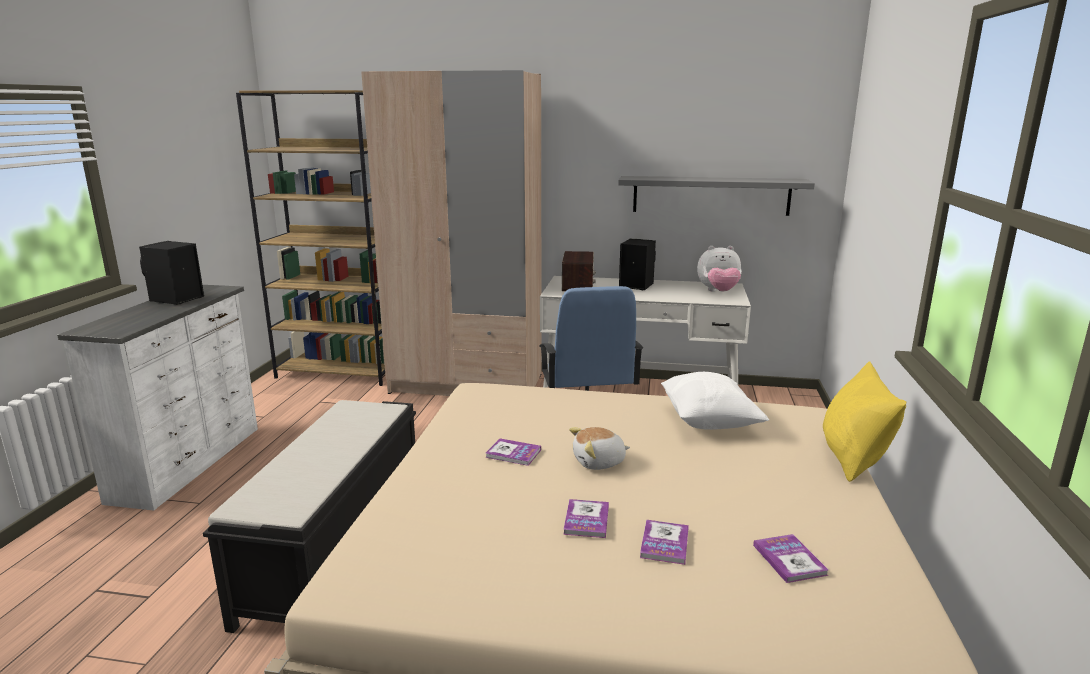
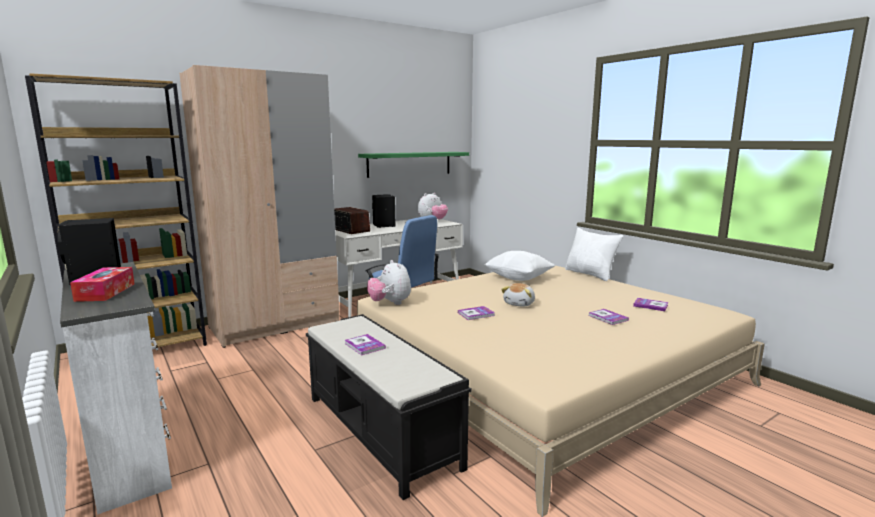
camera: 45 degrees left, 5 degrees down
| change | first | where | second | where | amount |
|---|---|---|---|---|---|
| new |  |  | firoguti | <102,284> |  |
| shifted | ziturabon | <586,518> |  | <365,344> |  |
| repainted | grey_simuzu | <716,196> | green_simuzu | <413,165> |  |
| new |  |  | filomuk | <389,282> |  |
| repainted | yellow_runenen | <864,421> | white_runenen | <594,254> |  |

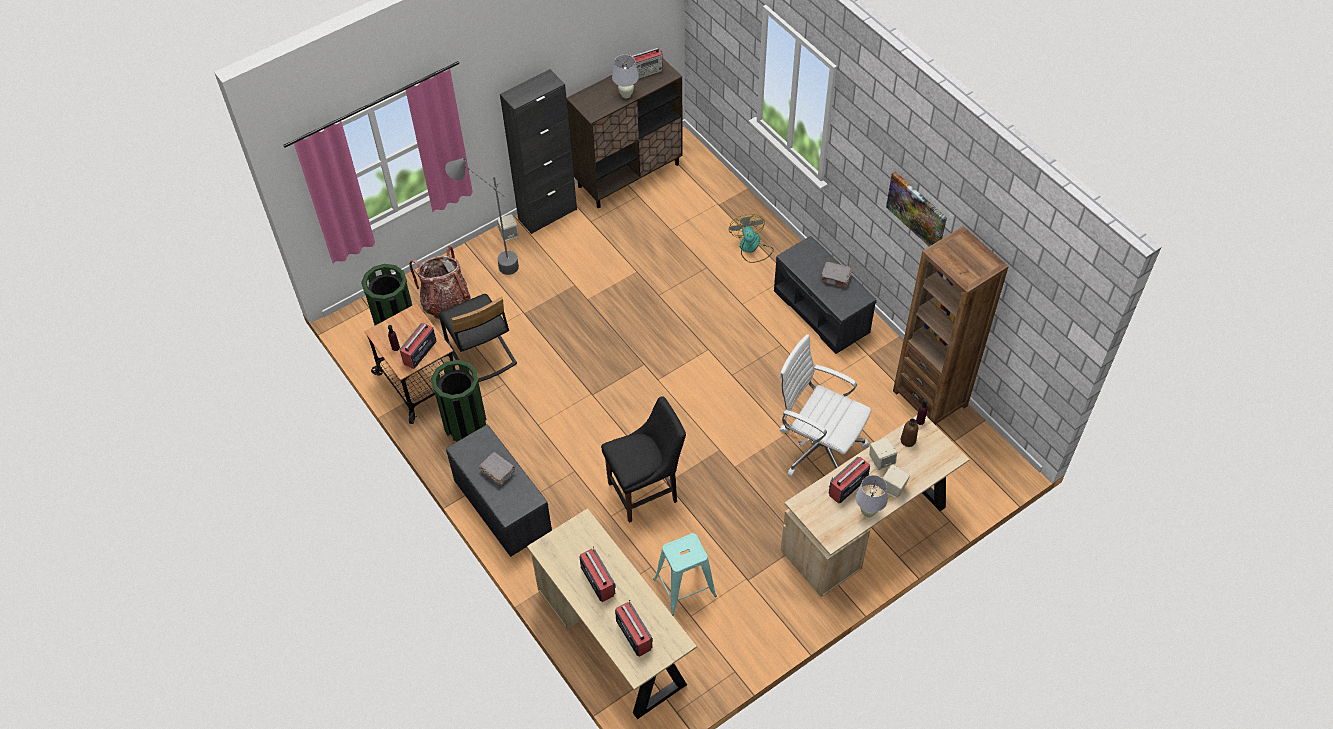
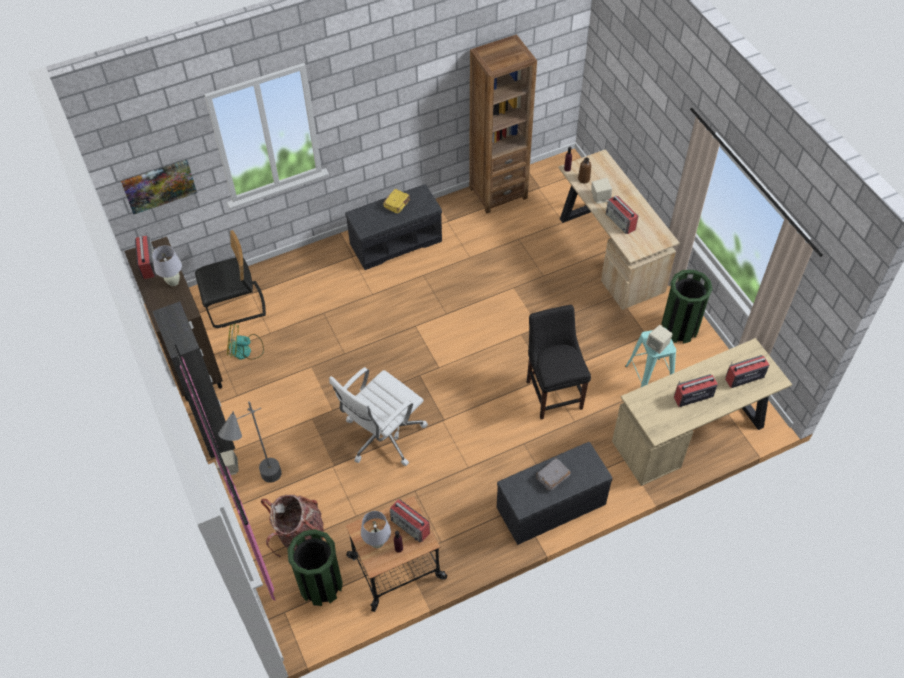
camera: 80 degrees left, 0 degrees up
| change | first | where | second | where | amount |
|---|---|---|---|---|---|
| shifted | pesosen | <916,209> |  | <159,187> |  |
| shifted | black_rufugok | <478,338> |  | <230,279> |  |
| shifted | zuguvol | <751,238> |  | <245,341> |  |
| shifted | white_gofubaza | <825,405> |  | <378,416> |  |
| shifted | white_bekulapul | <872,496> |  | <376,529> |  |
| repainted | grey_ziturabon | <836,275> | yellow_ziturabon | <396,201> |  |
| shifted | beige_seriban | <894,481> |  | <659,339> |  |
| shifted | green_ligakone | <458,400> |  | <687,306> |  |

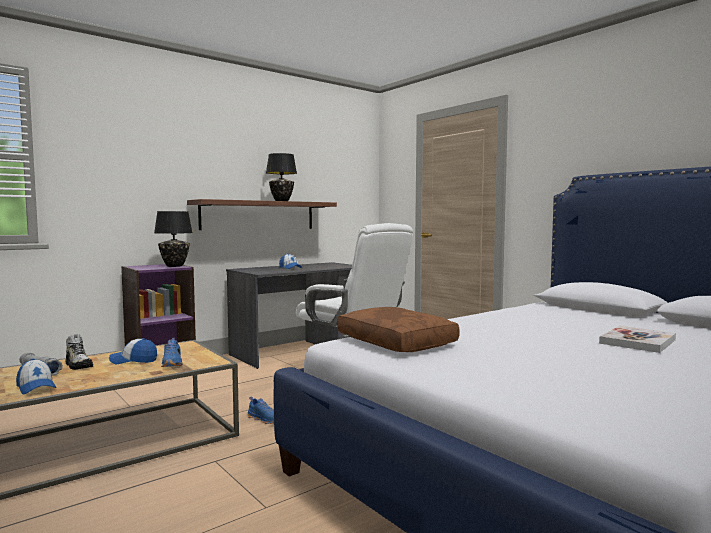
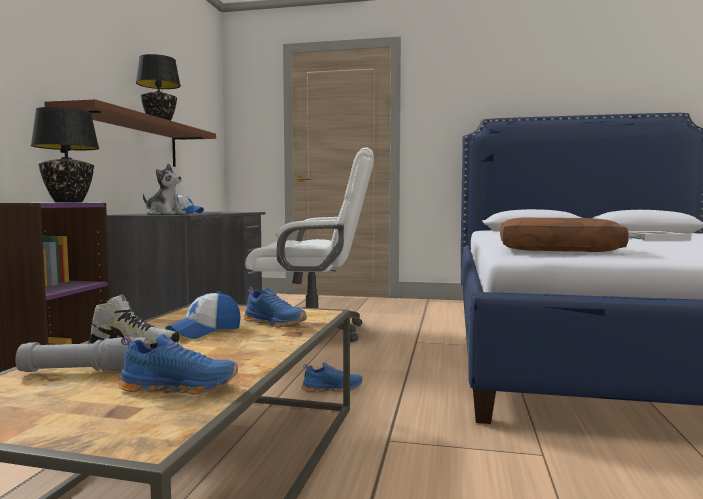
camera: 40 degrees left, 0 degrees up
| change | first | where | second | where | amount |
|---|---|---|---|---|---|
| swapped | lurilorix | <36,376> | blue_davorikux | <178,364> |  |
| new |  |  | filomuk | <164,189> |  |

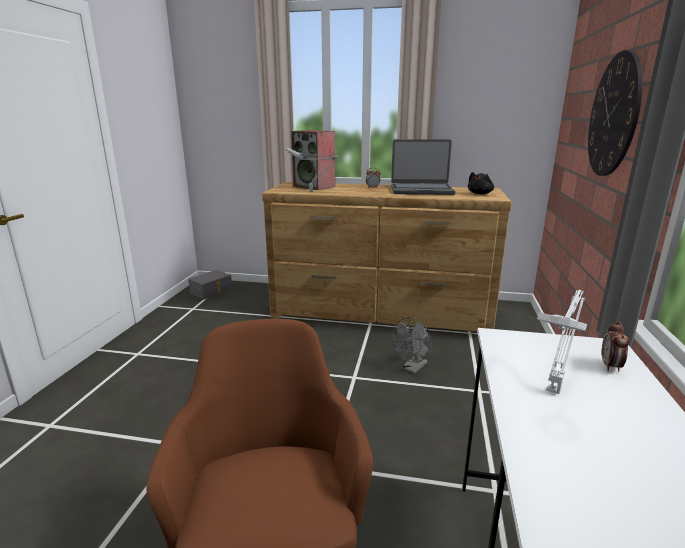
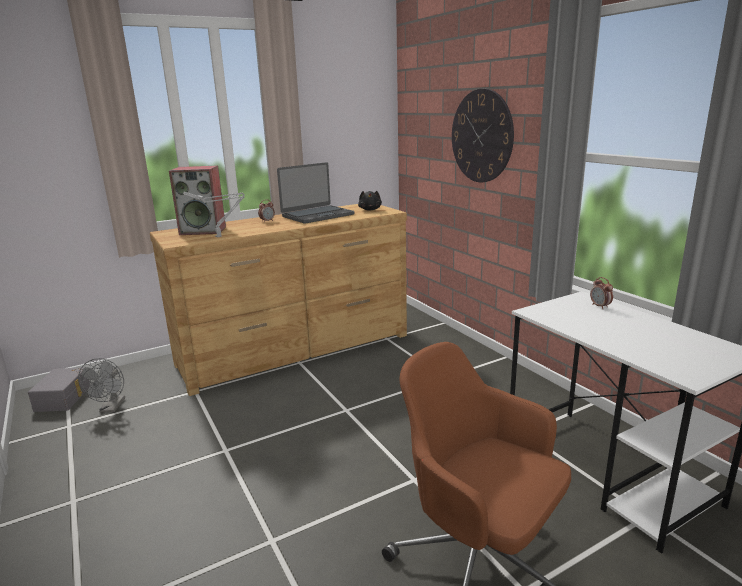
camera: 40 degrees left, 0 degrees up
| change | first | where | second | where | amount |
|---|---|---|---|---|---|
| shifted | grey_zuguvol | <412,346> |  | <101,385> |  |
| gone | white_bekulapul | <562,342> |  |  |  |

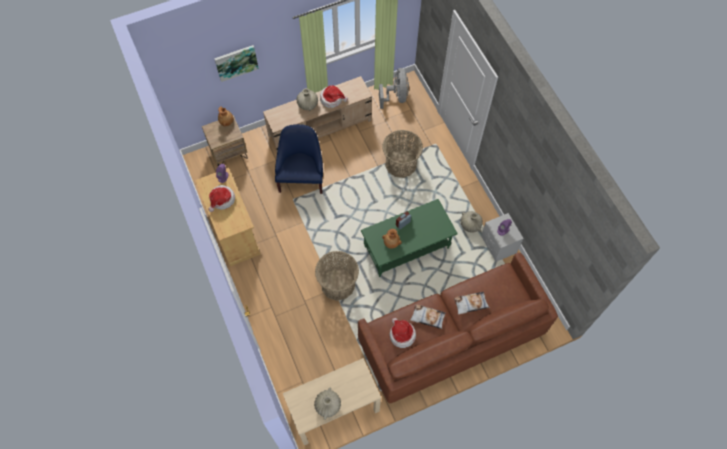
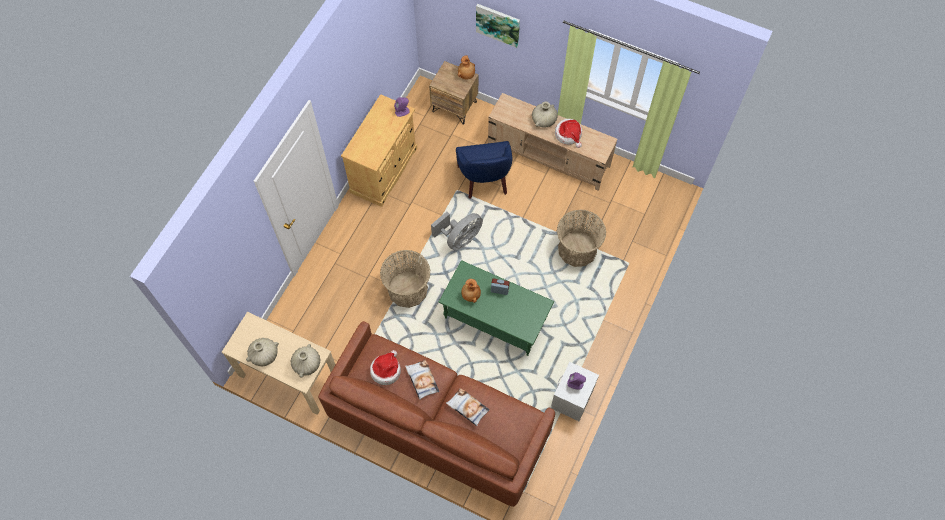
camera: 50 degrees right, 0 degrees up
| change | first | where | second | where | amount |
|---|---|---|---|---|---|
| shifted | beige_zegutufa | <472,222> |  | <306,361> |  |
| shifted | grey_zuguvol | <394,88> |  | <457,231> |  |
| rotated | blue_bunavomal | <299,159> |  | <484,170> | 120 degrees clockwise |
| gone | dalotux | <221,198> |  |  |  |

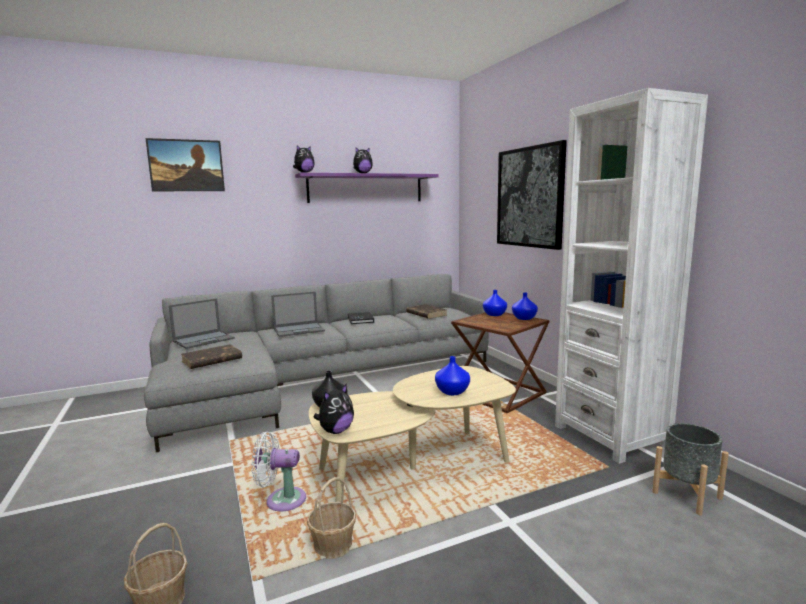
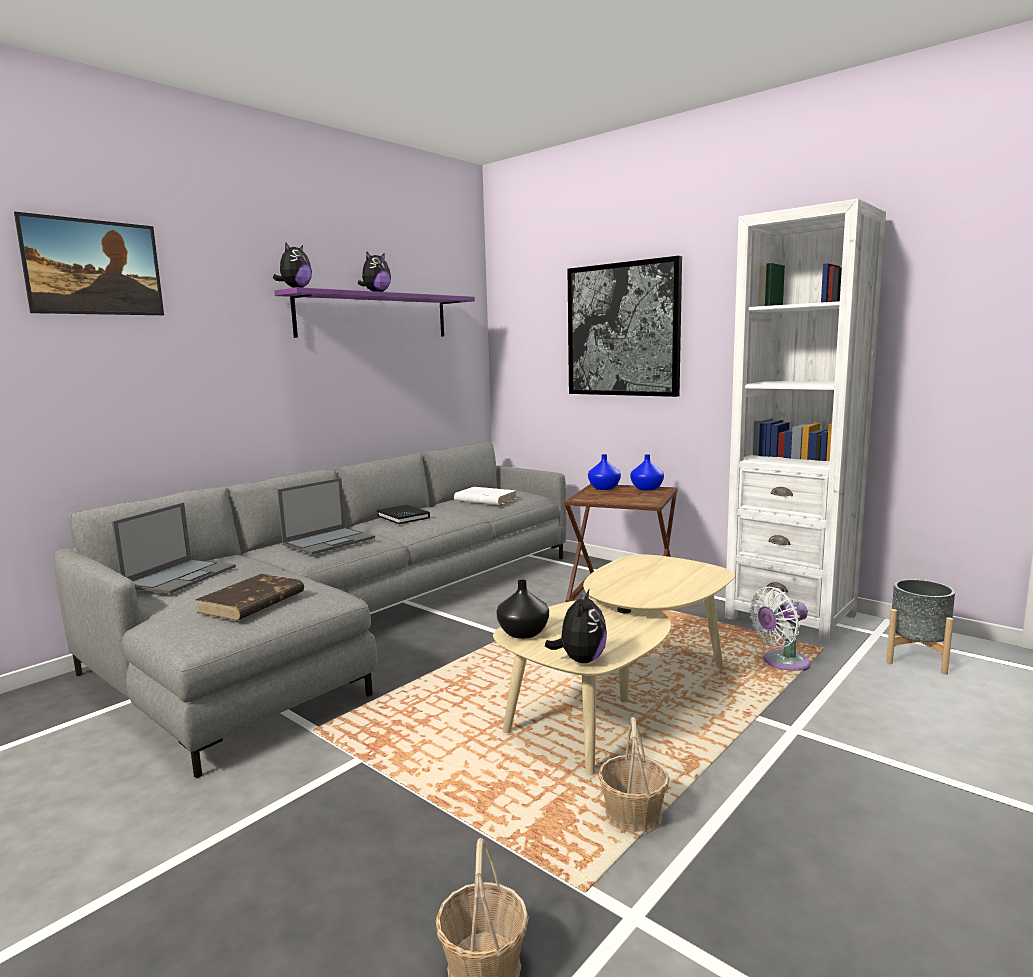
camera: 25 degrees left, 0 degrees up
| change | first | where | second | where | amount |
|---|---|---|---|---|---|
| repainted | brown_ziturabon | <426,311> | white_ziturabon | <485,496> |  |
| shifted | white_zuguvol | <278,471> |  | <779,629> |  |
| gone | blue_zegutufa | <452,375> |  |  |  |

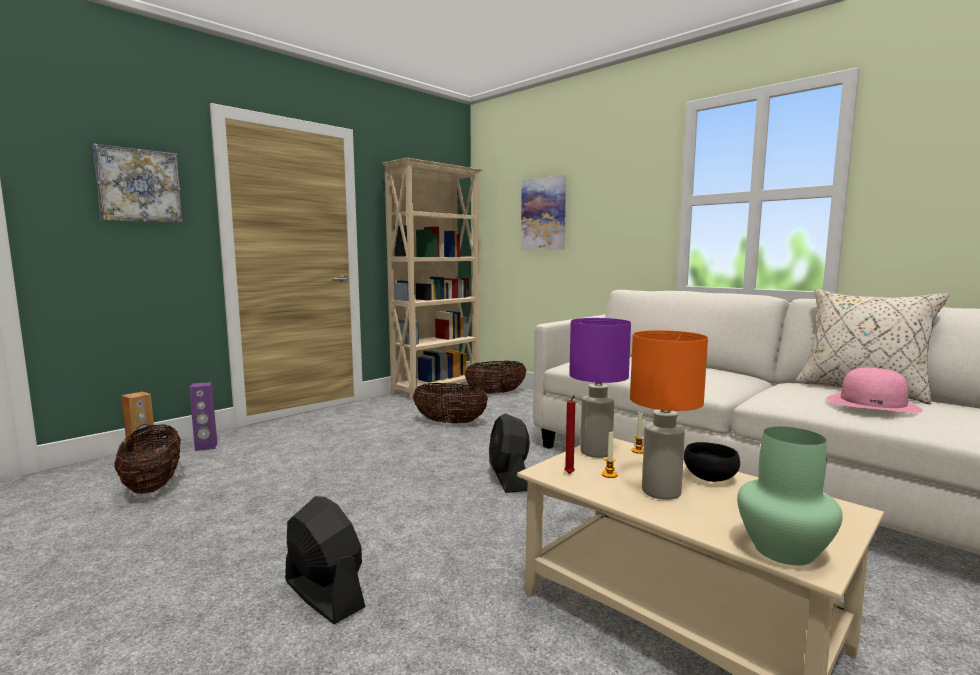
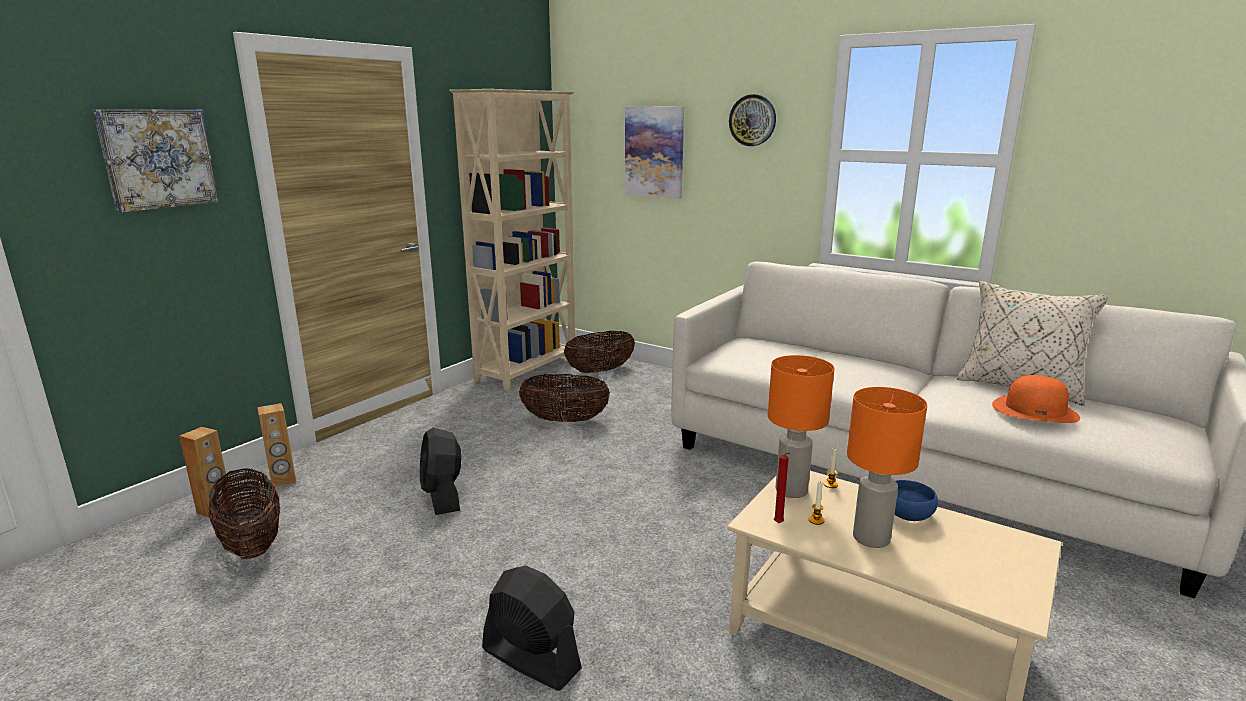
camera: 10 degrees left, 10 degrees up
| change | first | where | second | where | amount |
|---|---|---|---|---|---|
| repainted | purple_seriban | <203,416> | brown_seriban | <276,445> |  |
| shifted | black_zuguvol | <509,453> |  | <441,471> |  |
| new |  |  | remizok | <752,120> |  |
| repainted | purple_bekulapul | <600,388> | orange_bekulapul | <801,426> |  |
| repainted | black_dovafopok | <712,462> | blue_dovafopok | <916,500> |  |
| repainted | pink_dalotux | <874,390> | orange_dalotux | <1036,399> |  |
| gone | green_zegutufa | <790,496> |  |  |  |

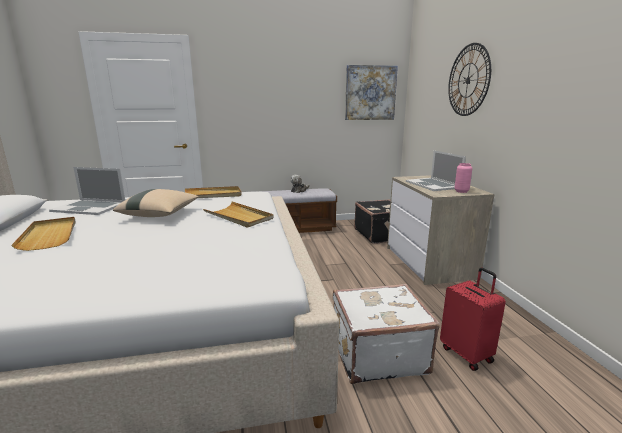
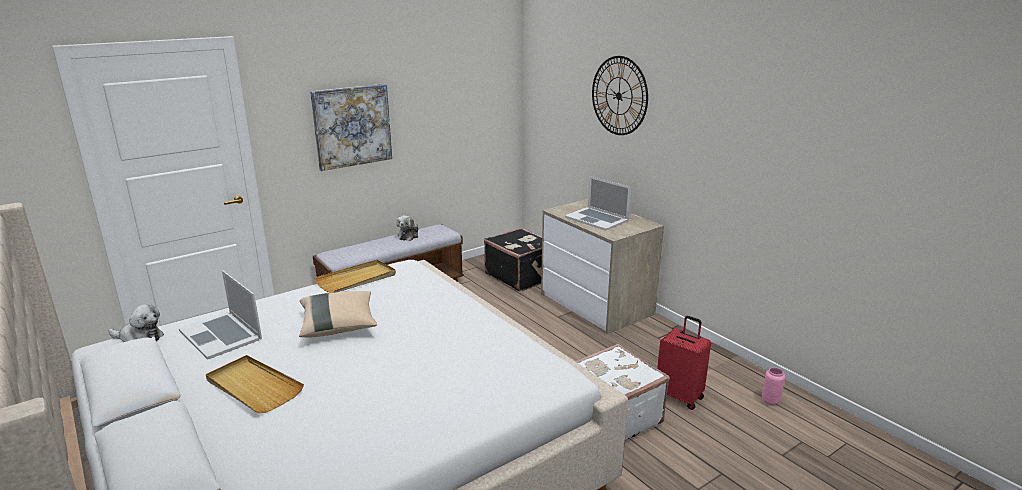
camera: 25 degrees left, 5 degrees up
| change | first | where | second | where | amount |
|---|---|---|---|---|---|
| new |  |  | filomuk | <136,323> |  |
| rotated | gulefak | <87,191> |  | <220,315> | 60 degrees clockwise |
| shifted | pesosen | <371,92> |  | <351,127> |  |
| shifted | pink_zegutufa | <463,178> |  | <773,386> |  |
| gone | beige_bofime | <238,215> |  |  |  |

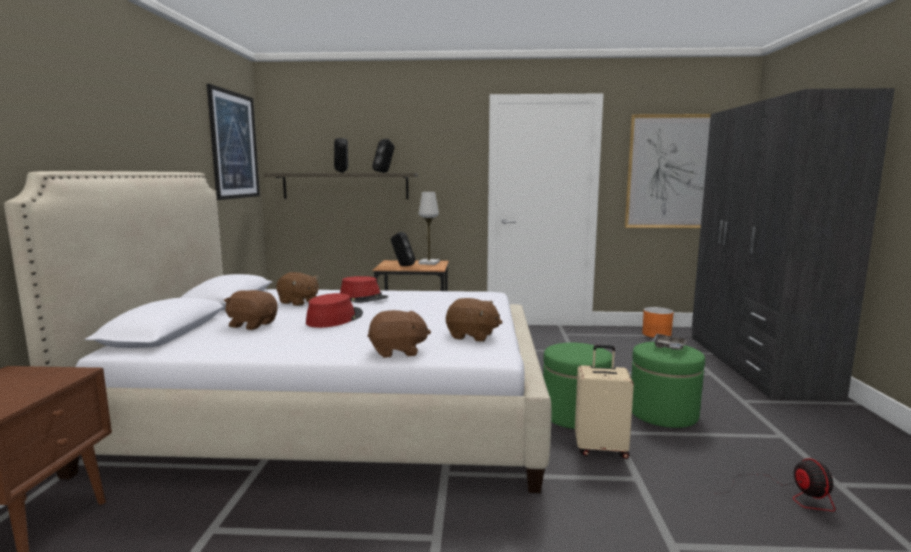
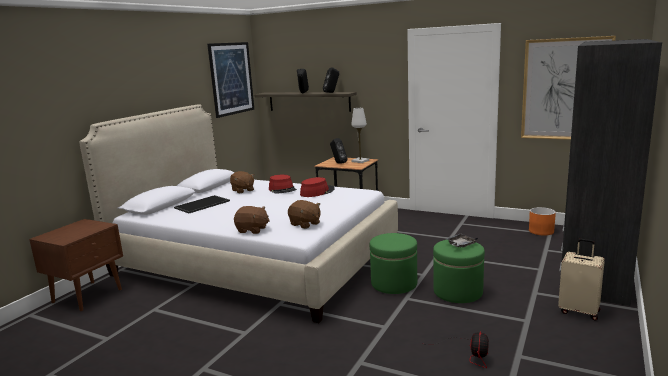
camera: 25 degrees right, 5 degrees up
| change | first | where | second | where | amount |
|---|---|---|---|---|---|
| swapped | brown_filomuk | <251,310> | bofime | <202,204> |  |
| shifted | red_dalotux | <334,310> |  | <317,187> |  |
| shifted | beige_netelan | <604,402> |  | <581,279> |  |

